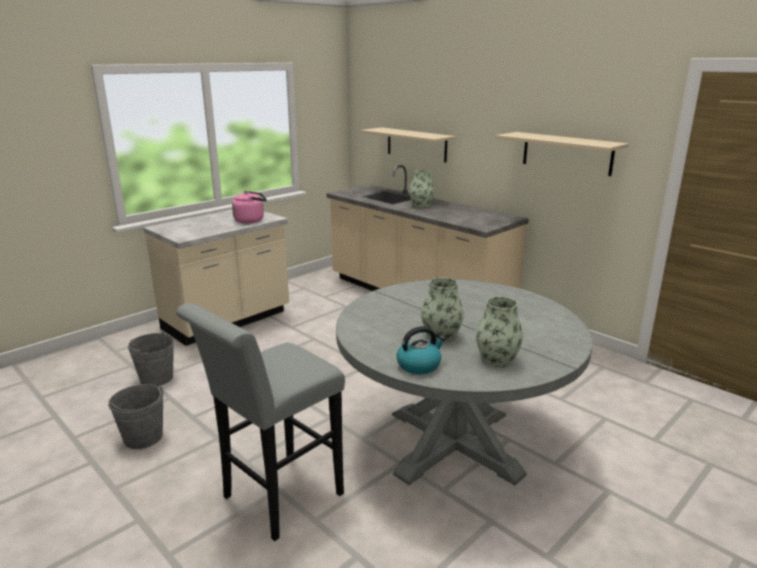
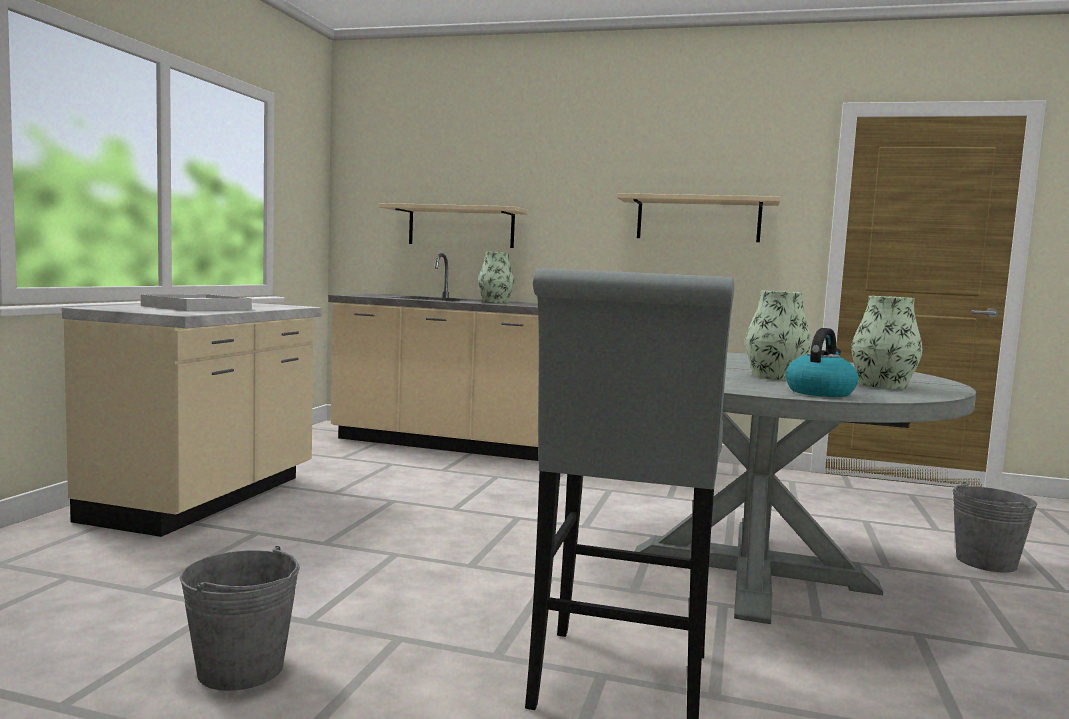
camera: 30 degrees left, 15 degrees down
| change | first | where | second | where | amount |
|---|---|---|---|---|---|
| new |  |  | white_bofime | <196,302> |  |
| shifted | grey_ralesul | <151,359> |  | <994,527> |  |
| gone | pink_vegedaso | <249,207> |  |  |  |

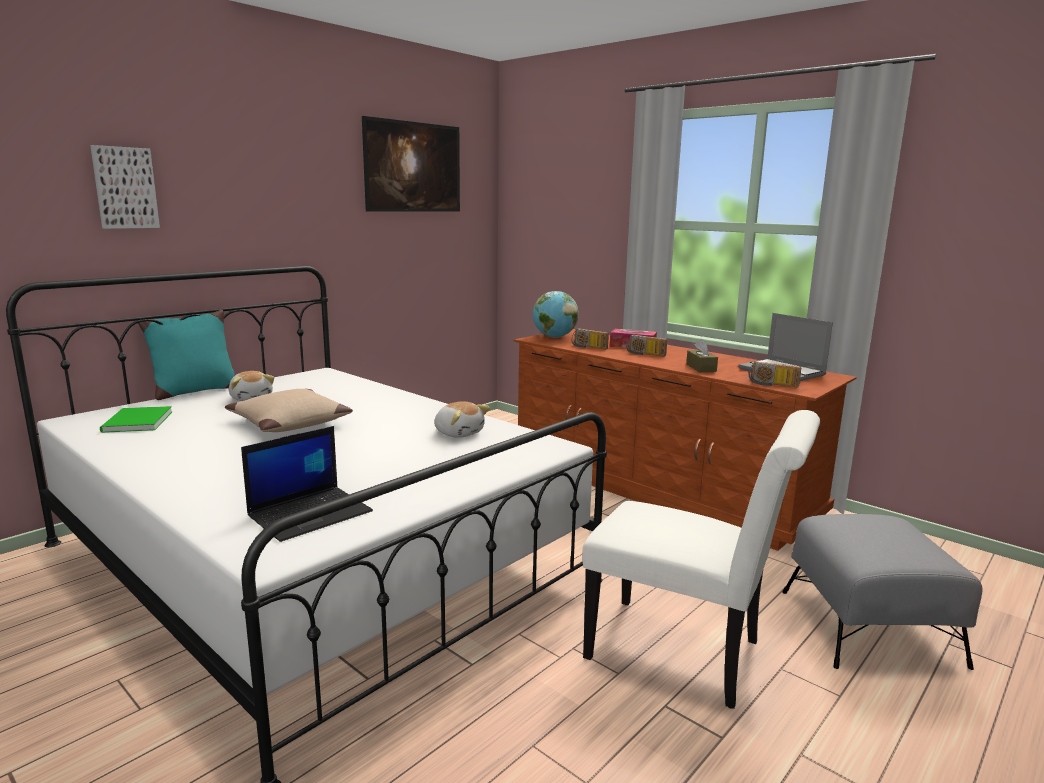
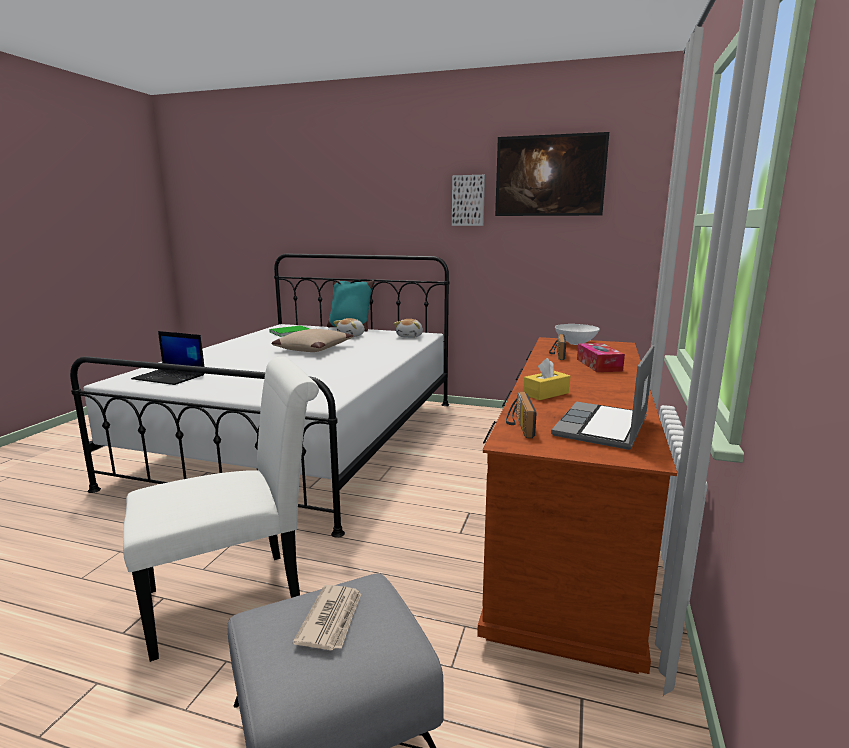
camera: 65 degrees right, 0 degrees up
| change | first | where | second | where | amount |
|---|---|---|---|---|---|
| rotated | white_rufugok | <701,559> |  | <221,509> | 120 degrees counterclockwise |
| new |  |  | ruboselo | <327,618> |  |
| shifted | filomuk | <462,419> |  | <408,328> |  |
| shifted | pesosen | <125,187> |  | <468,200> |  |
| repainted | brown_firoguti | <702,355> | yellow_firoguti | <546,379> |  |
| swapped | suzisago | <556,314> | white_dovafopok | <577,334> |  |
| gone | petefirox | <646,346> |  |  |  |

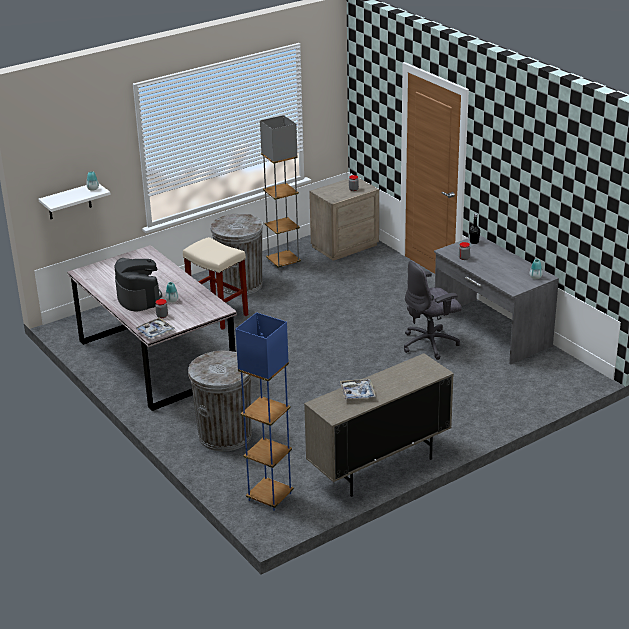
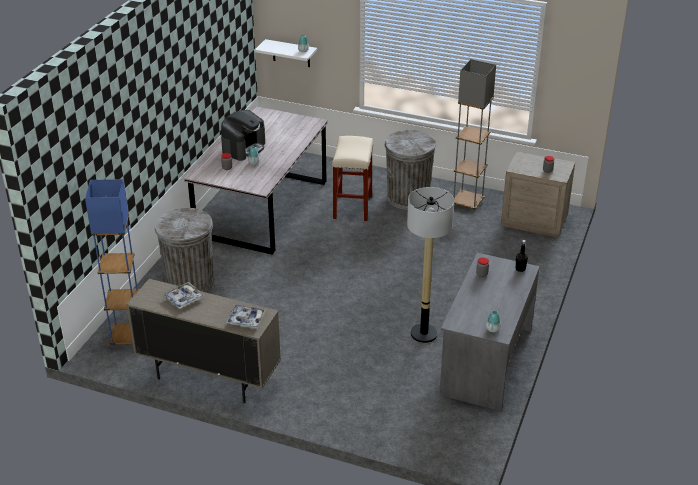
camera: 55 degrees right, 5 degrees up
| change | first | where | second | where | amount |
|---|---|---|---|---|---|
| shifted | bofime | <155,328> |  | <246,316> |  |
| swapped | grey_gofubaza | <433,310> | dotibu | <431,265> |  |

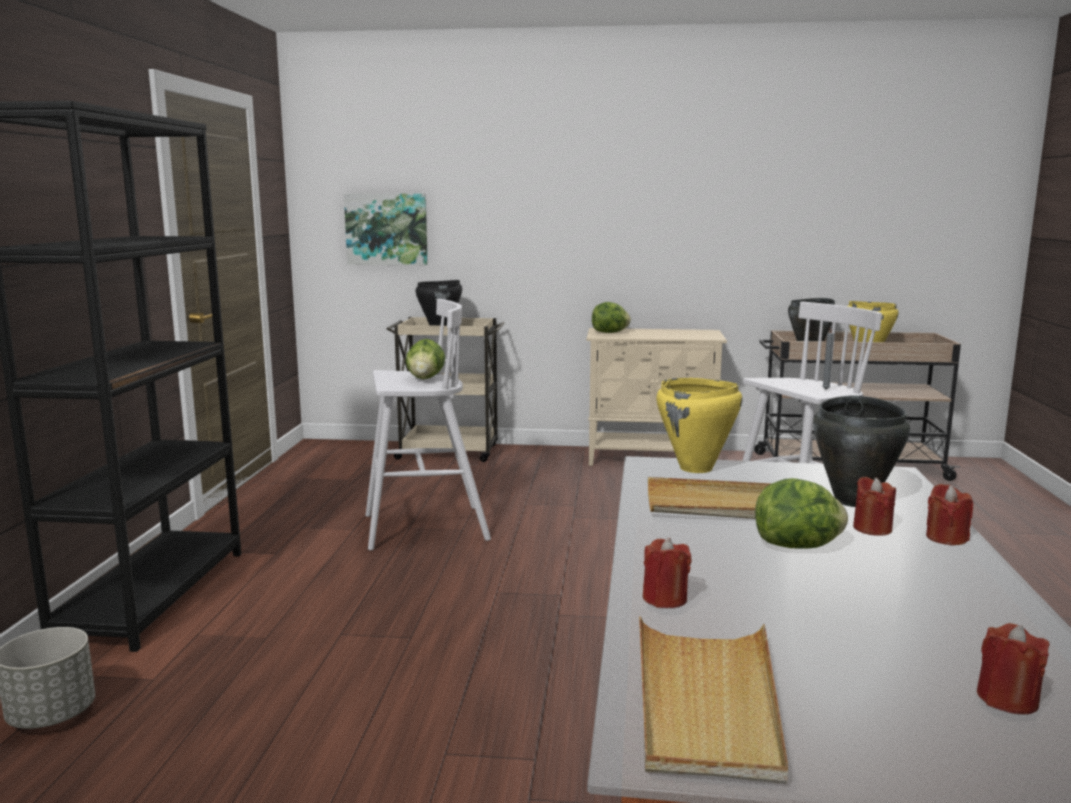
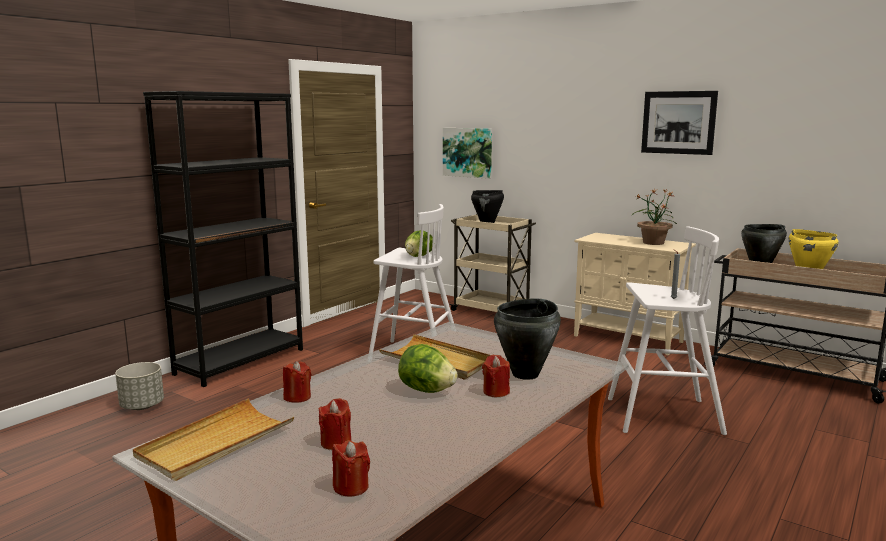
camera: 30 degrees right, 0 degrees up
| change | first | where | second | where | amount |
|---|---|---|---|---|---|
| shifted | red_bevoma | <949,514> |  | <335,424> |  |
| new |  |  | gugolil | <654,217> |  |
| new |  |  | pesosen | <679,123> |  |
| gone | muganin | <611,317> |  |  |  |
| gone | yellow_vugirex | <699,425> |  |  |  |

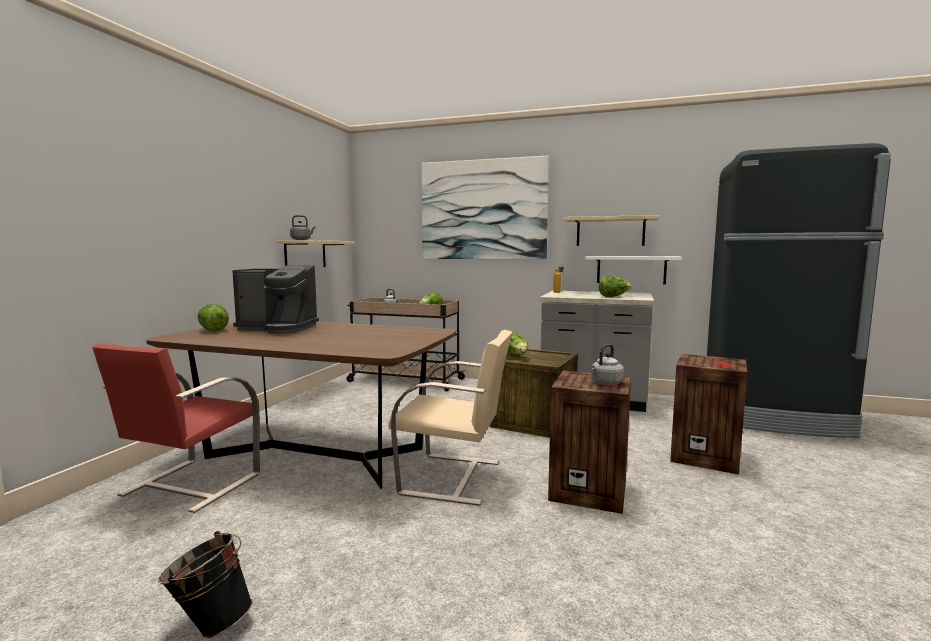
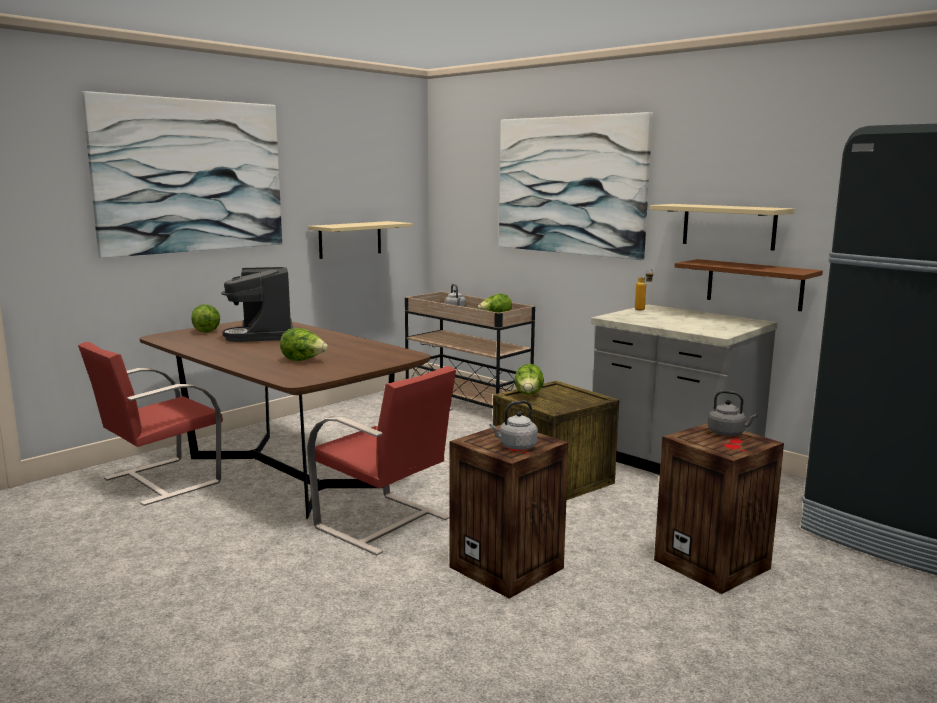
camera: 25 degrees right, 5 degrees up
| change | first | where | second | where | amount |
|---|---|---|---|---|---|
| new |  |  | pesosen | <182,174> |  |
| rotated | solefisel | <275,299> |  | <257,304> | 45 degrees clockwise |
| shifted | muganin | <615,286> |  | <304,344> |  |
| repainted | beige_rufugok | <450,418> | red_rufugok | <381,461> |  |
| repainted | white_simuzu | <633,270> | brown_simuzu | <748,285> |  |
| shifted | grey_vegedaso | <302,227> |  | <733,413> |  |
| gone | black_ralesul | <205,584> |  |  |  |

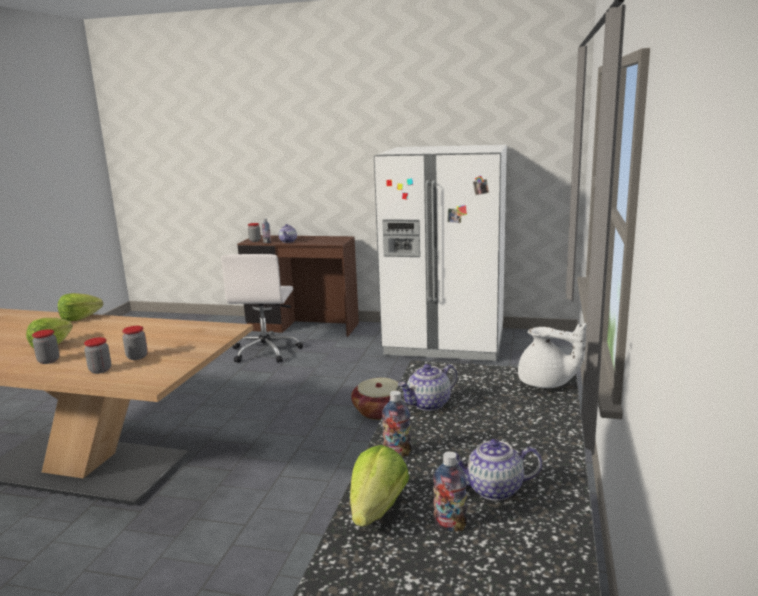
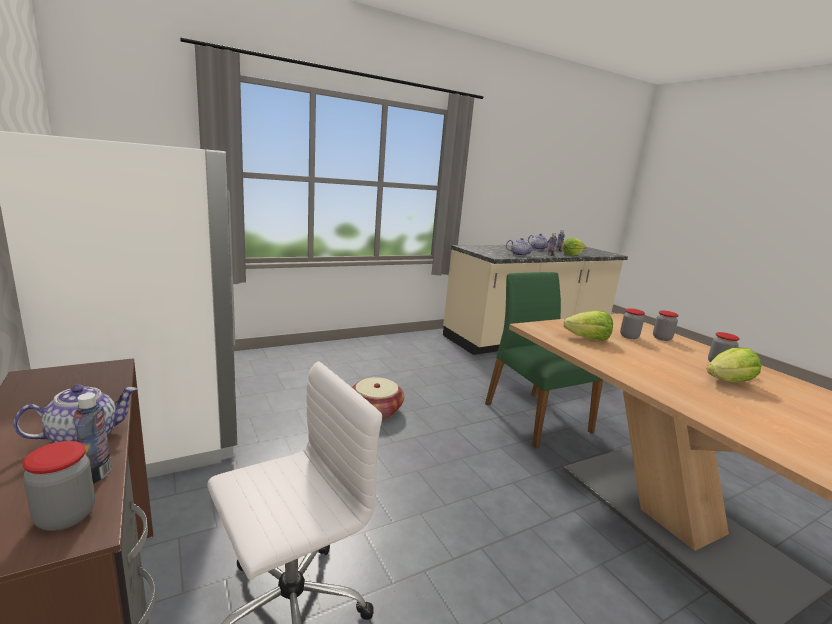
camera: 135 degrees left, 0 degrees up
| change | first | where | second | where | amount |
|---|---|---|---|---|---|
| new |  |  | green_rufugok | <544,360> |  |
| shifted | muganin | <80,307> |  | <588,326> |  |
| gone | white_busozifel | <552,355> |  |  |  |

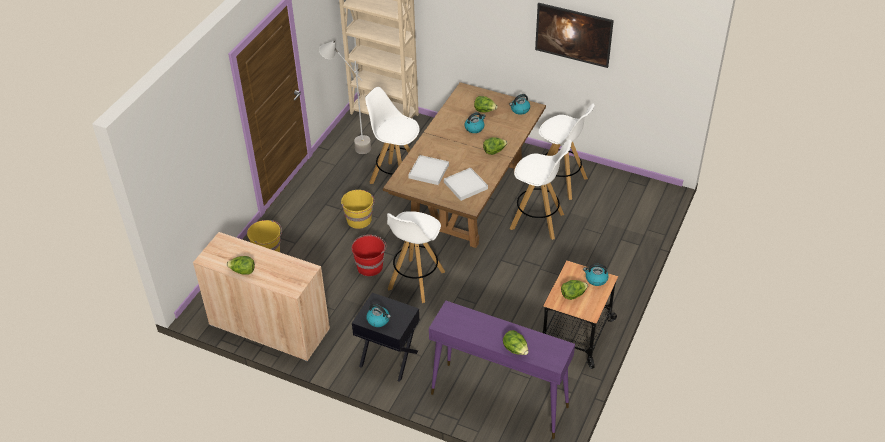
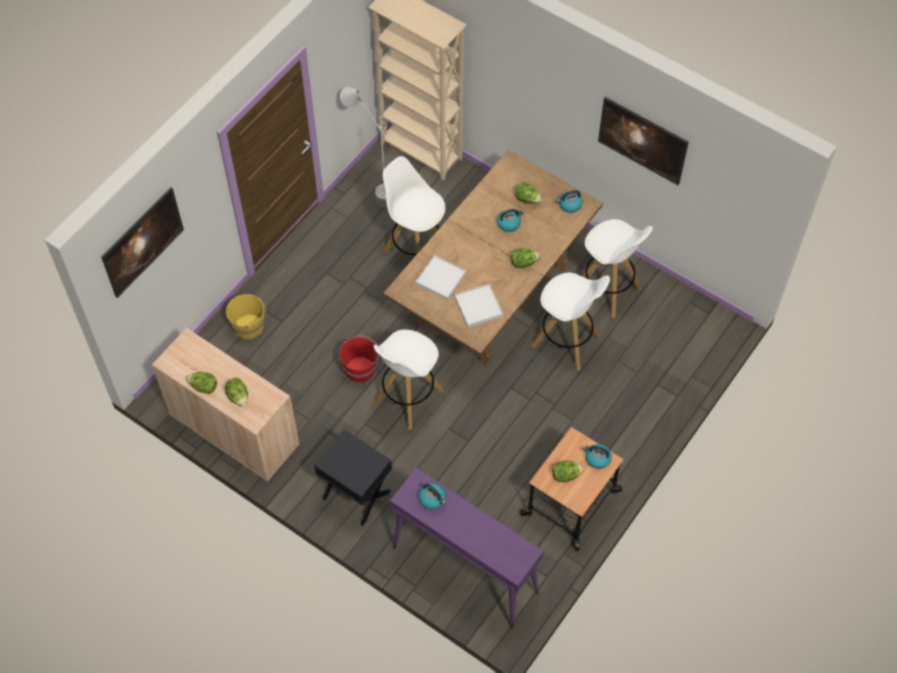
camera: 10 degrees right, 15 degrees up
| change | first | where | second | where | amount |
|---|---|---|---|---|---|
| new |  |  | pesosen | <142,242> |  |
| shifted | muganin | <516,342> |  | <236,392> |  |
| shifted | vegedaso | <378,315> |  | <432,496> |  |
| gone | yellow_ralesul | <357,209> |  |  |  |

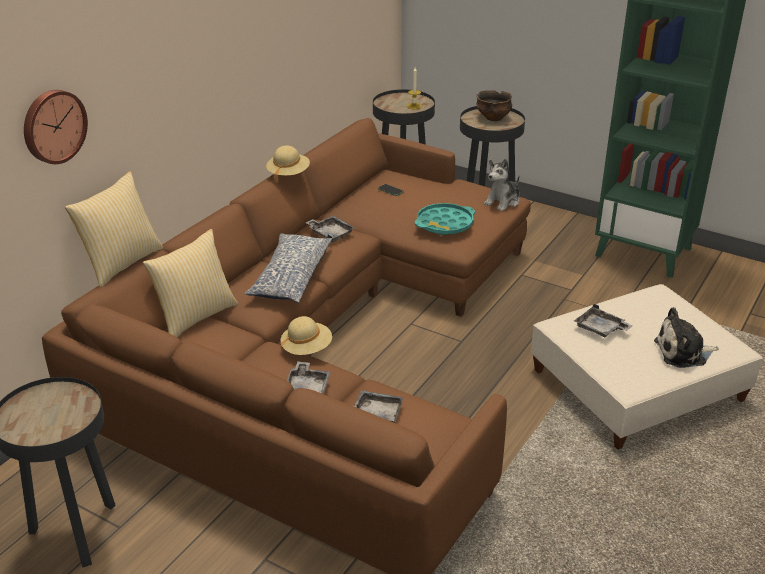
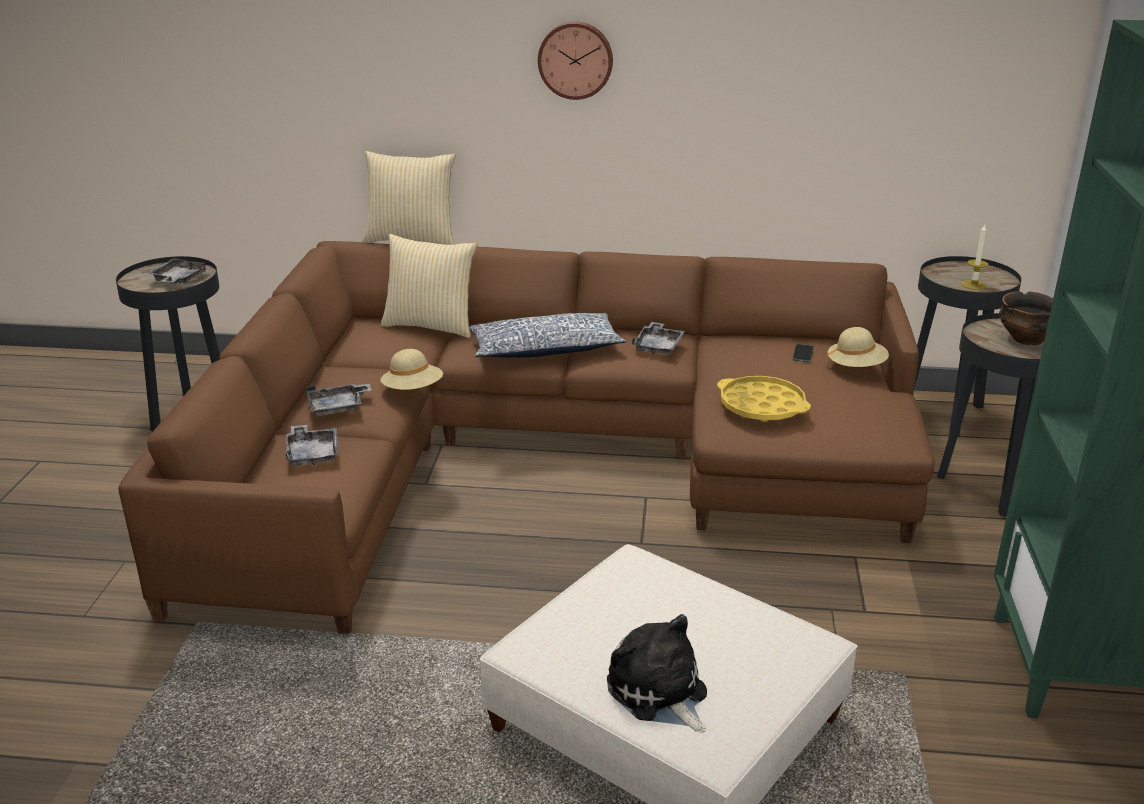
camera: 65 degrees right, 5 degrees down
| change | first | where | second | where | amount |
|---|---|---|---|---|---|
| shifted | grey_bofime | <603,321> |  | <178,271> |  |
| shifted | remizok | <56,127> |  | <575,61> |  |
| repainted | turquoise_bofime | <445,219> | yellow_bofime | <764,399> |  |
| shifted | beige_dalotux | <288,164> |  | <857,347> |  |
| gone | filomuk | <502,185> |  |  |  |

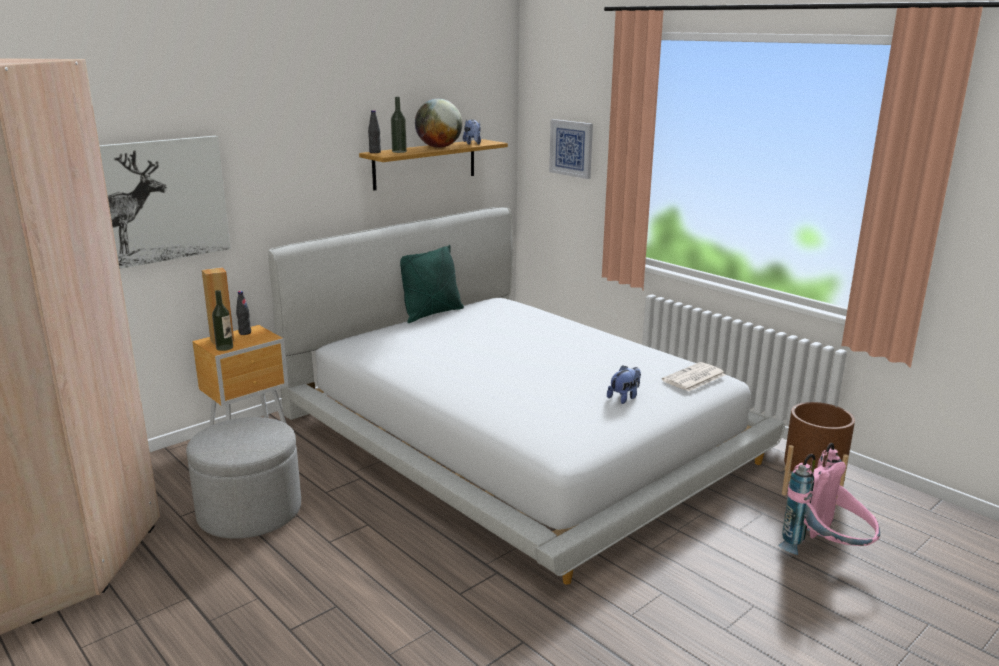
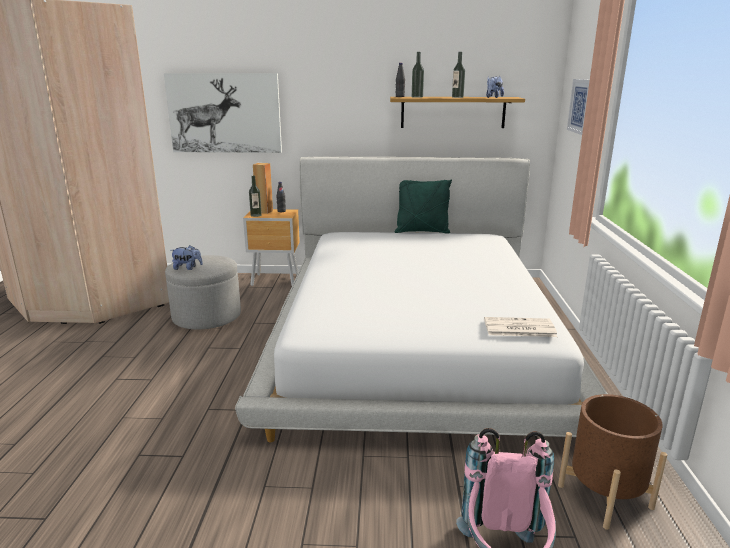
camera: 45 degrees right, 0 degrees up
| change | first | where | second | where | amount |
|---|---|---|---|---|---|
| shifted | filomuk | <624,384> |  | <187,257> |  |
| swapped | suzisago | <439,123> | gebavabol | <458,75> |  |

